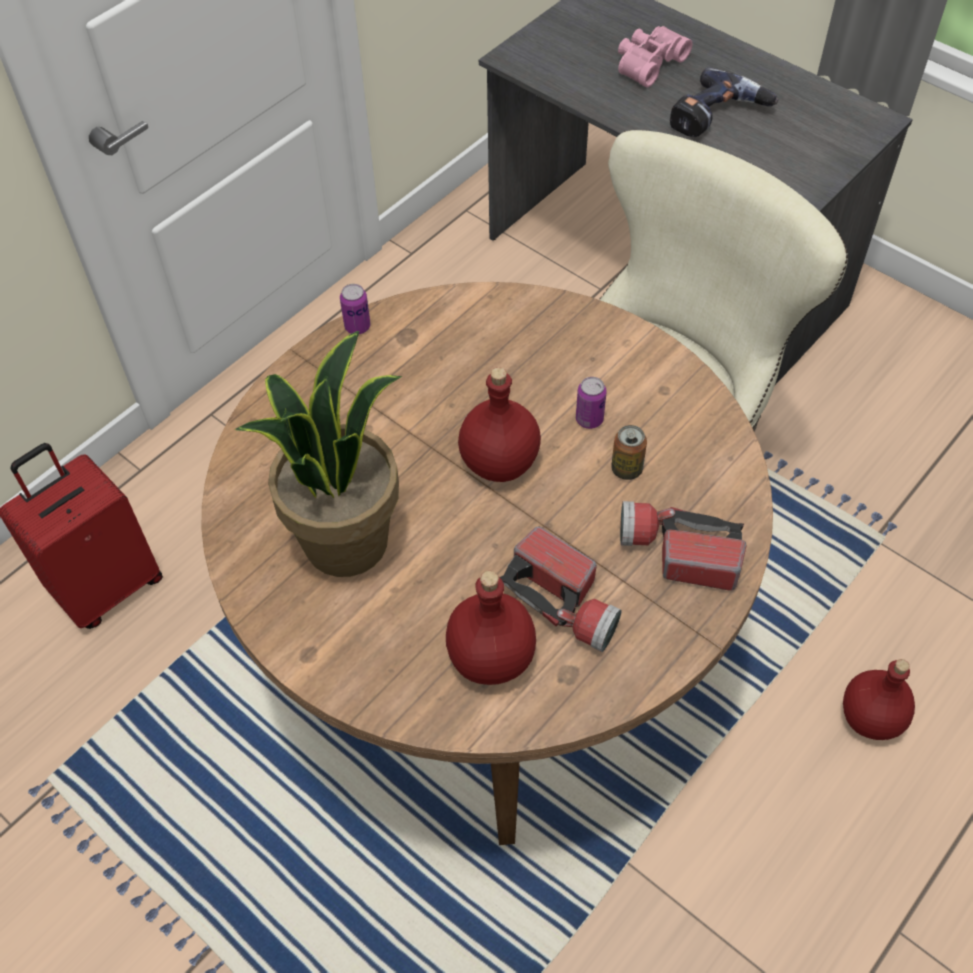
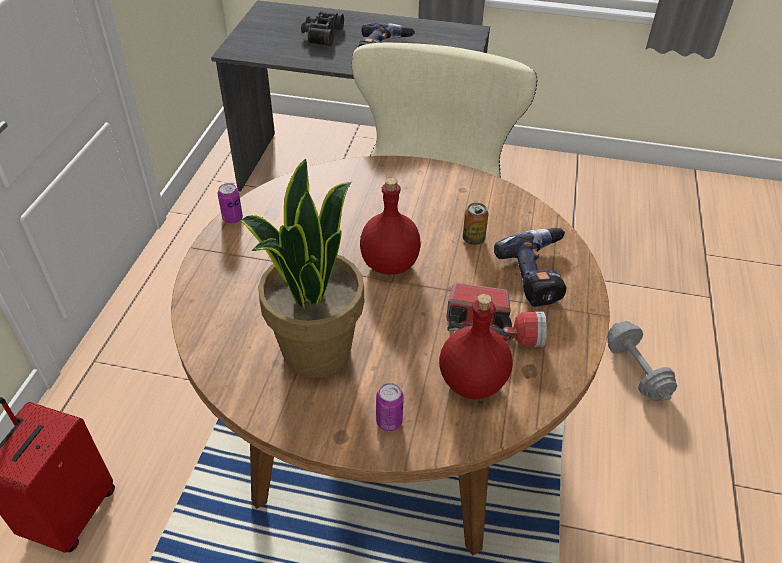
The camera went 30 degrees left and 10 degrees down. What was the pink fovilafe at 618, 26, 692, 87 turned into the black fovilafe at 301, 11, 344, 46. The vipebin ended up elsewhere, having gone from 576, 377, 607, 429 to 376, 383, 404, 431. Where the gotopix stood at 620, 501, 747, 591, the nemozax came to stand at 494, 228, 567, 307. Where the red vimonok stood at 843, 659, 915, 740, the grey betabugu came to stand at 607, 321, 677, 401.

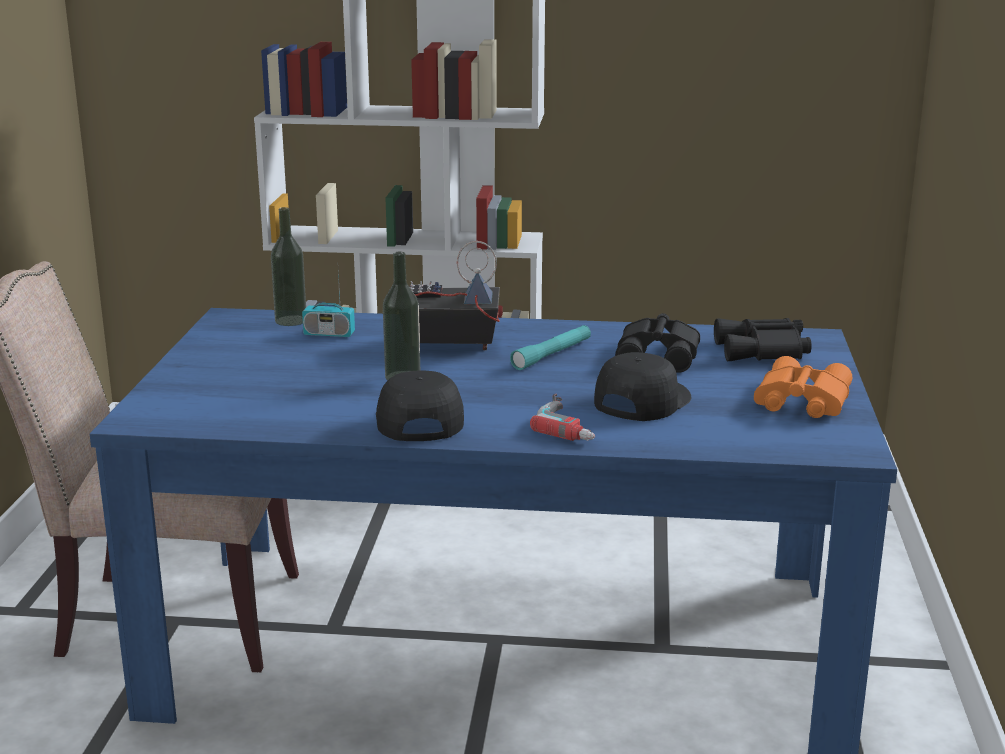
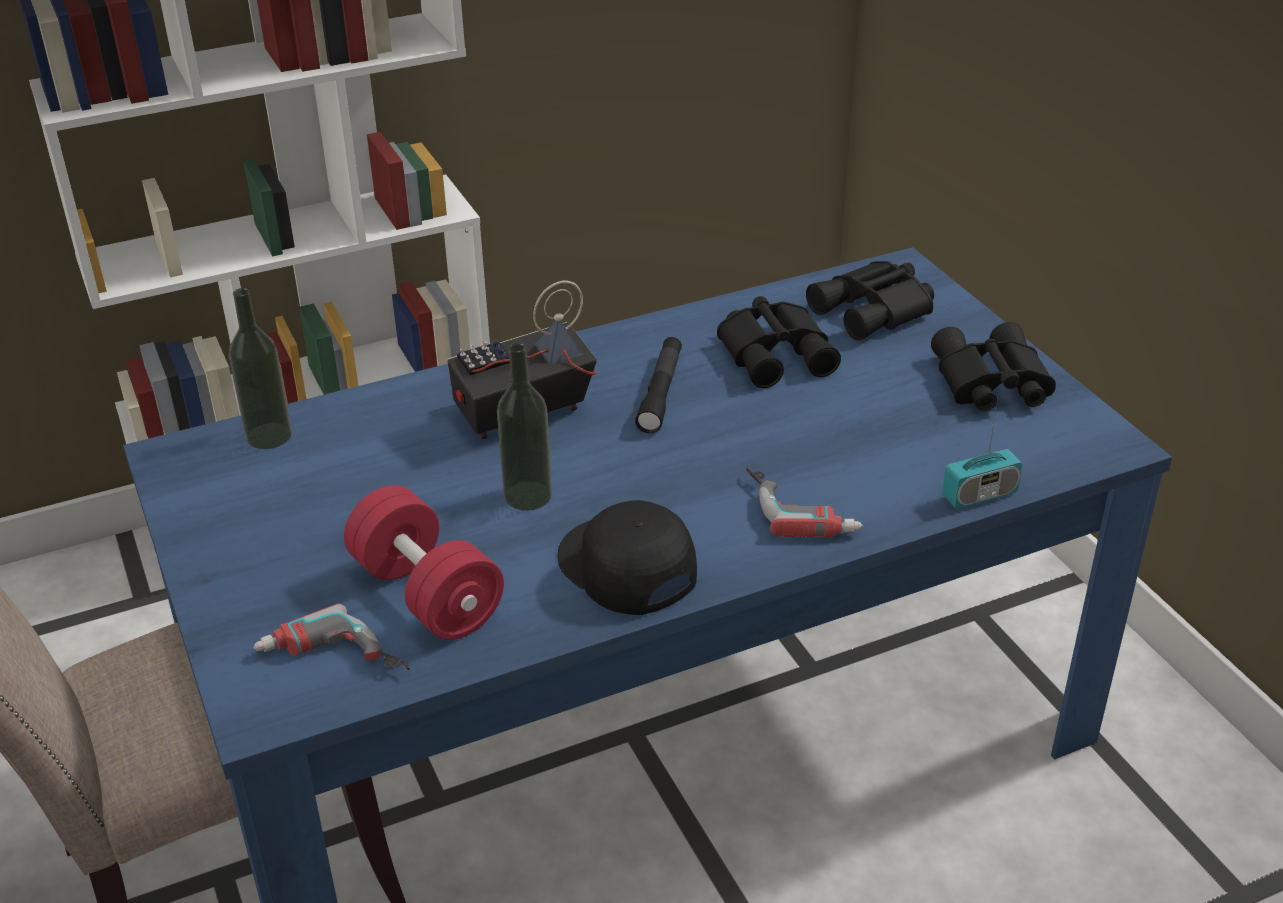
The camera went 30 degrees left and 15 degrees up. The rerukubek ended up elsewhere, having gone from 302, 272, 355, 337 to 942, 398, 1022, 509. What was the turquoise gotopix at 510, 325, 591, 370 turned into the black gotopix at 635, 337, 682, 433. The second view lost the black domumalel at 594, 352, 691, 421. What was the orange fovilafe at 754, 356, 852, 418 turned into the black fovilafe at 931, 322, 1056, 411. The second view gained the red betabugu at 344, 485, 504, 640. The second view gained the nemozax at 253, 603, 410, 670.

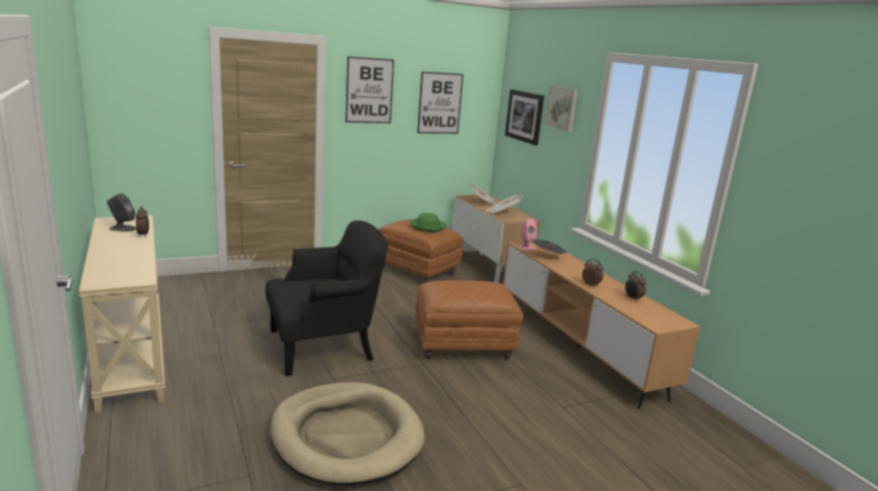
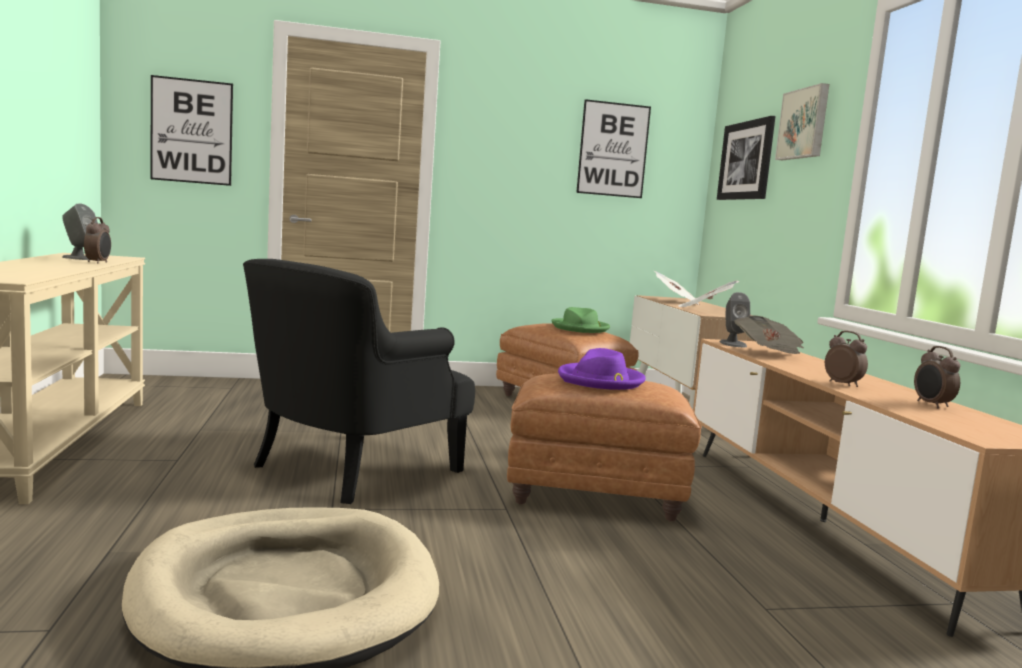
The camera went 15 degrees right and 10 degrees down. The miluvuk ended up elsewhere, having gone from 346, 57, 394, 123 to 150, 75, 233, 186. What was the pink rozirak at 519, 219, 537, 250 turned into the grey rozirak at 720, 292, 750, 347. The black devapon at 265, 220, 388, 376 ended up facing another way, 135 degrees clockwise from before. The second view gained the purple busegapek at 558, 348, 646, 390.

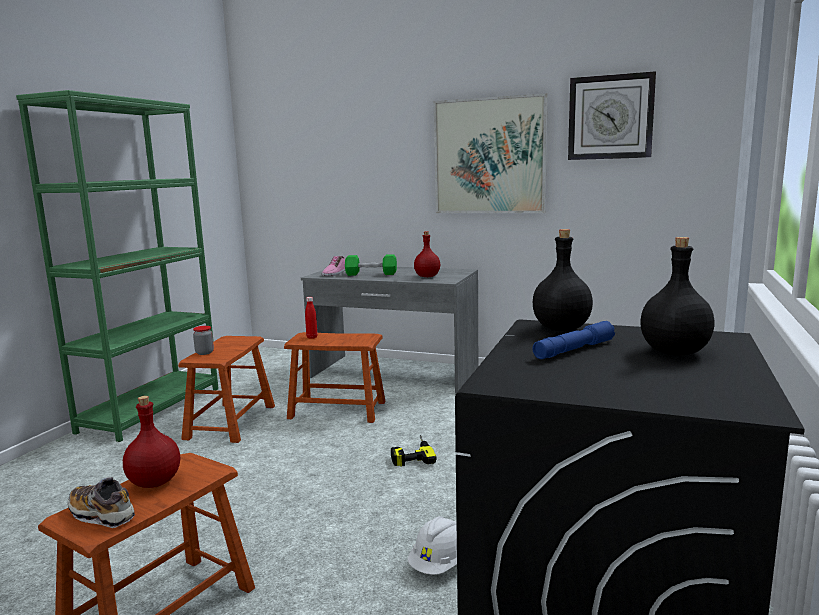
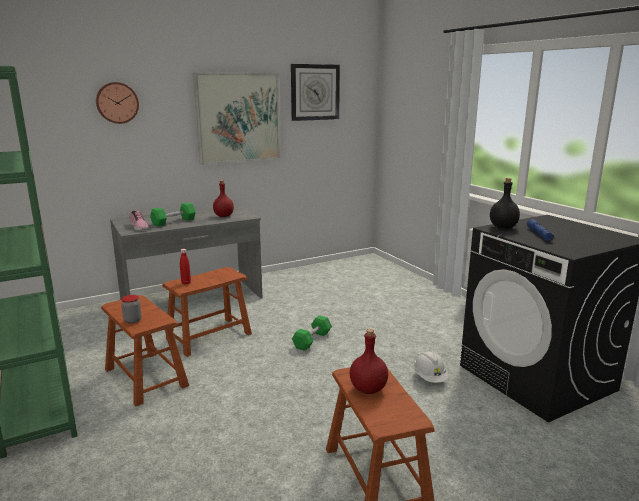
The camera went 50 degrees left and 5 degrees up. The second view lost the black vimonok at 640, 237, 715, 356. Where the nemozax stood at 391, 435, 437, 467, the green betabugu came to stand at 292, 315, 332, 351. The second view lost the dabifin at 68, 477, 135, 528. The second view gained the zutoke at 96, 82, 139, 124.

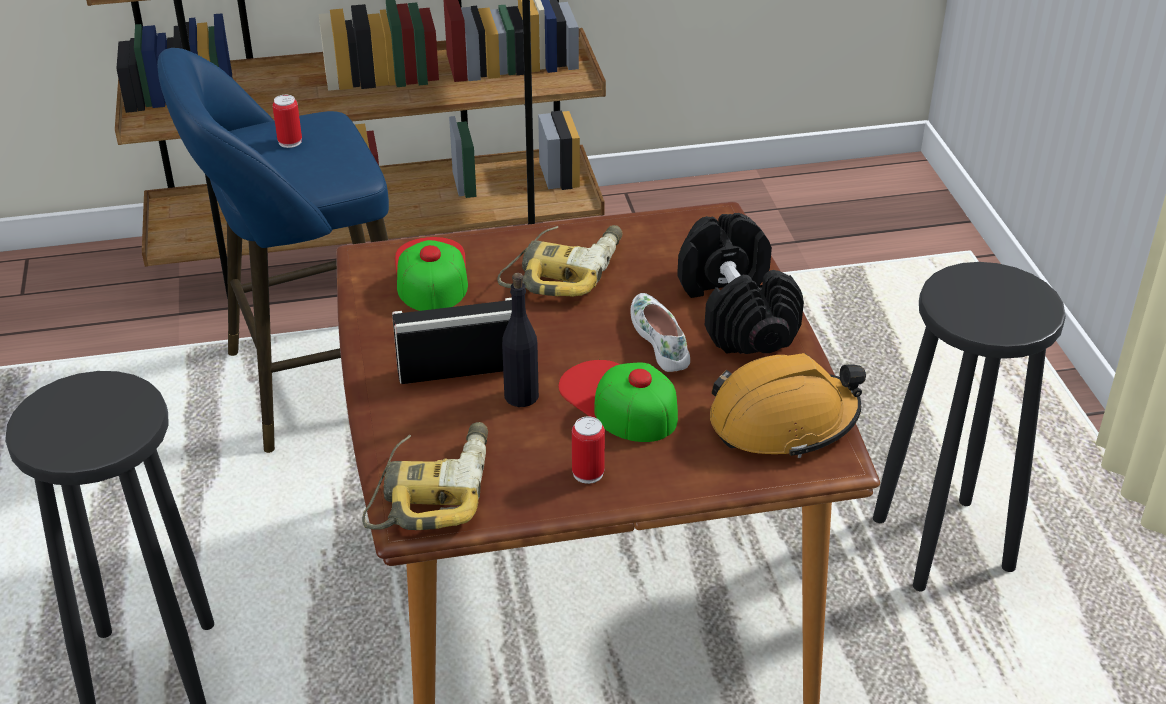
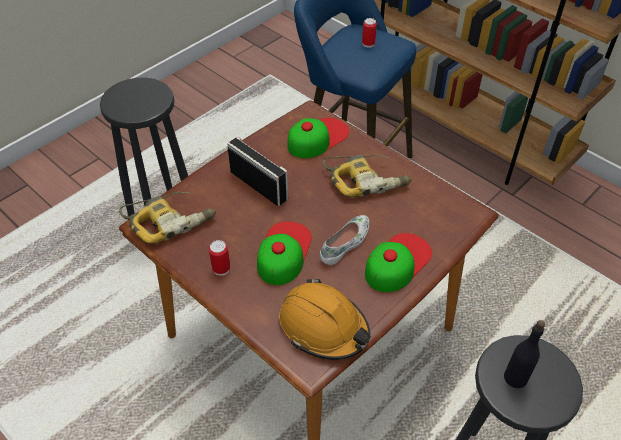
The camera went 55 degrees right and 10 degrees up. Where the black betabugu stood at 677, 213, 804, 354, the domumalel came to stand at 365, 233, 432, 292. The black vimonok ended up elsewhere, having gone from 502, 273, 539, 407 to 504, 320, 545, 388.

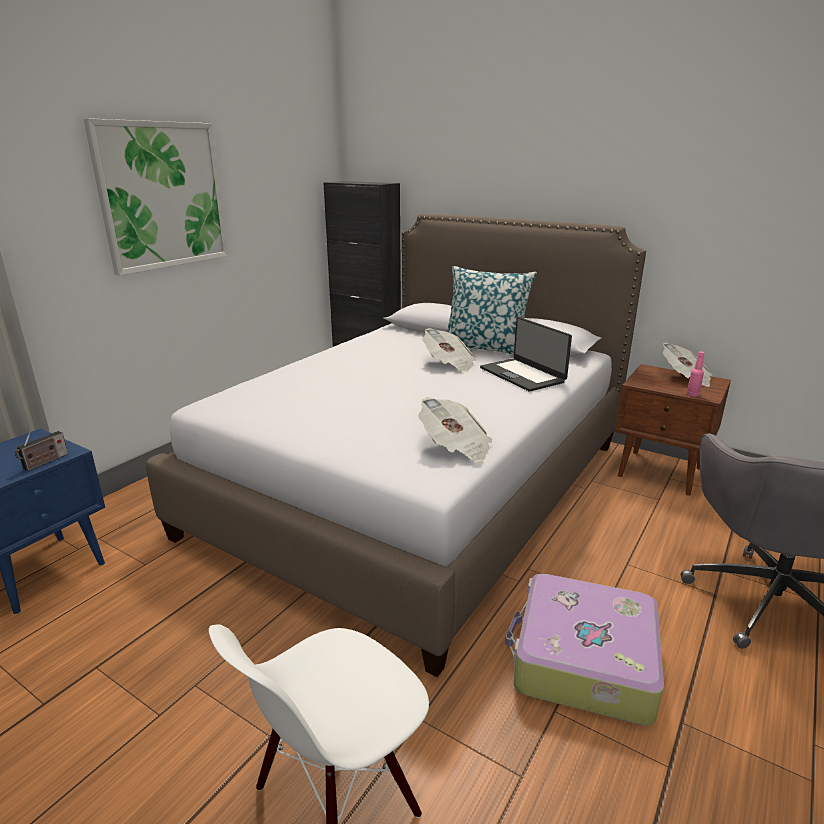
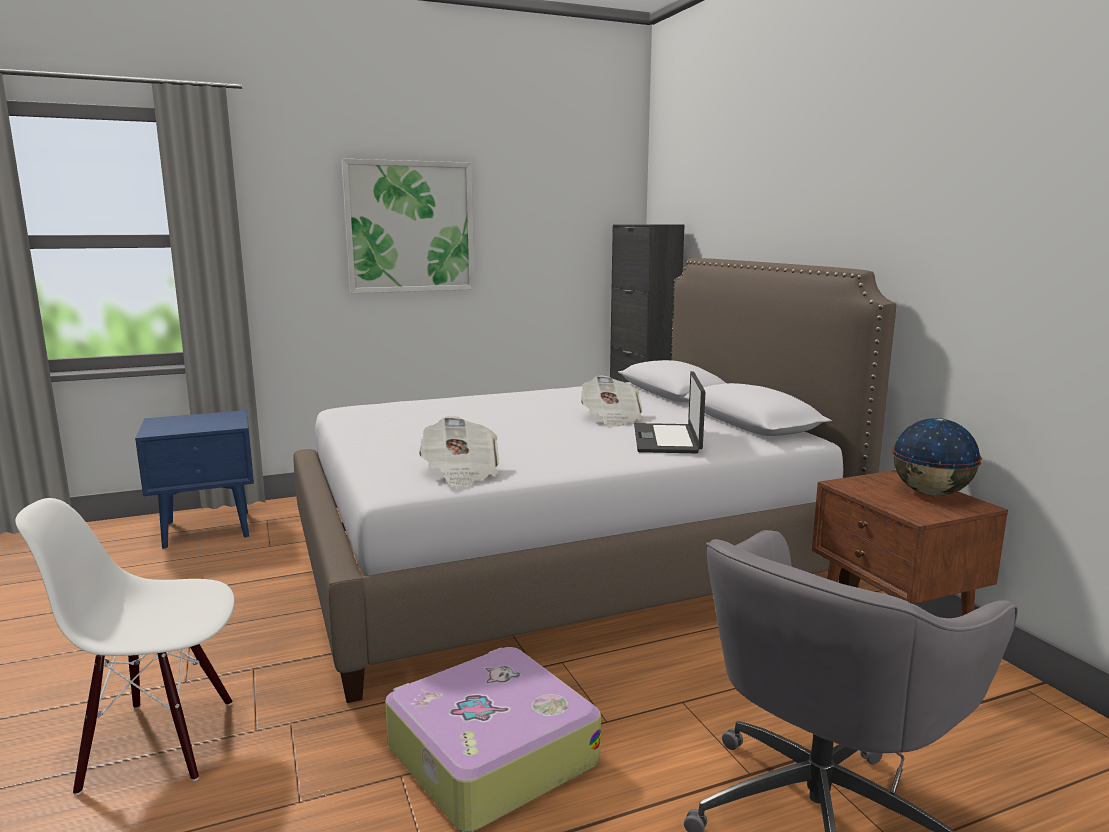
The camera went 35 degrees right and 10 degrees down. The second view lost the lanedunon at 447, 266, 537, 355. Where the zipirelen stood at 663, 343, 712, 387, the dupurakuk came to stand at 892, 418, 982, 496. The second view lost the pink vimonok at 687, 351, 705, 397. The second view lost the rerukubek at 14, 429, 68, 471.

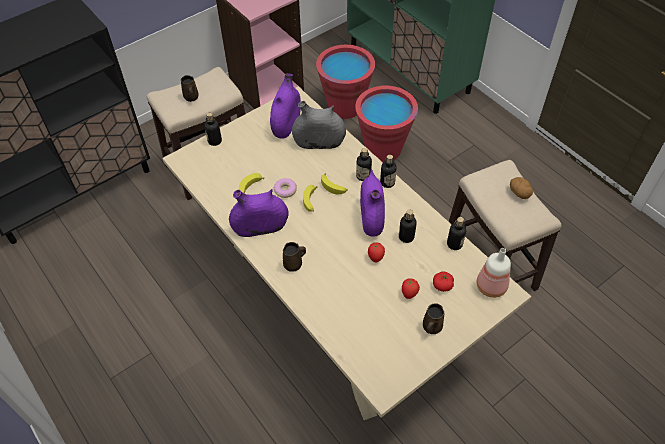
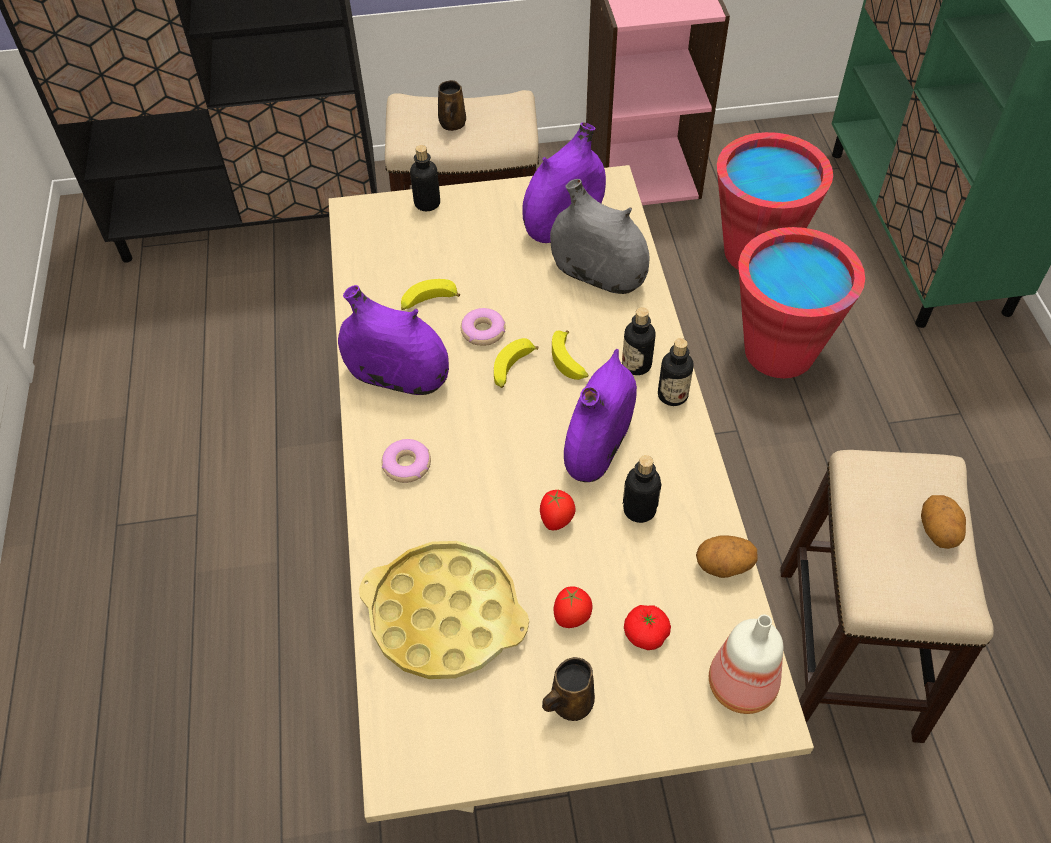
The camera went 30 degrees right and 0 degrees up. Where the vimonok stood at 447, 217, 466, 250, the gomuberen came to stand at 696, 535, 757, 578. Where the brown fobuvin stood at 283, 242, 306, 272, the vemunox came to stand at 382, 439, 431, 483. The second view gained the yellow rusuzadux at 359, 541, 529, 679.

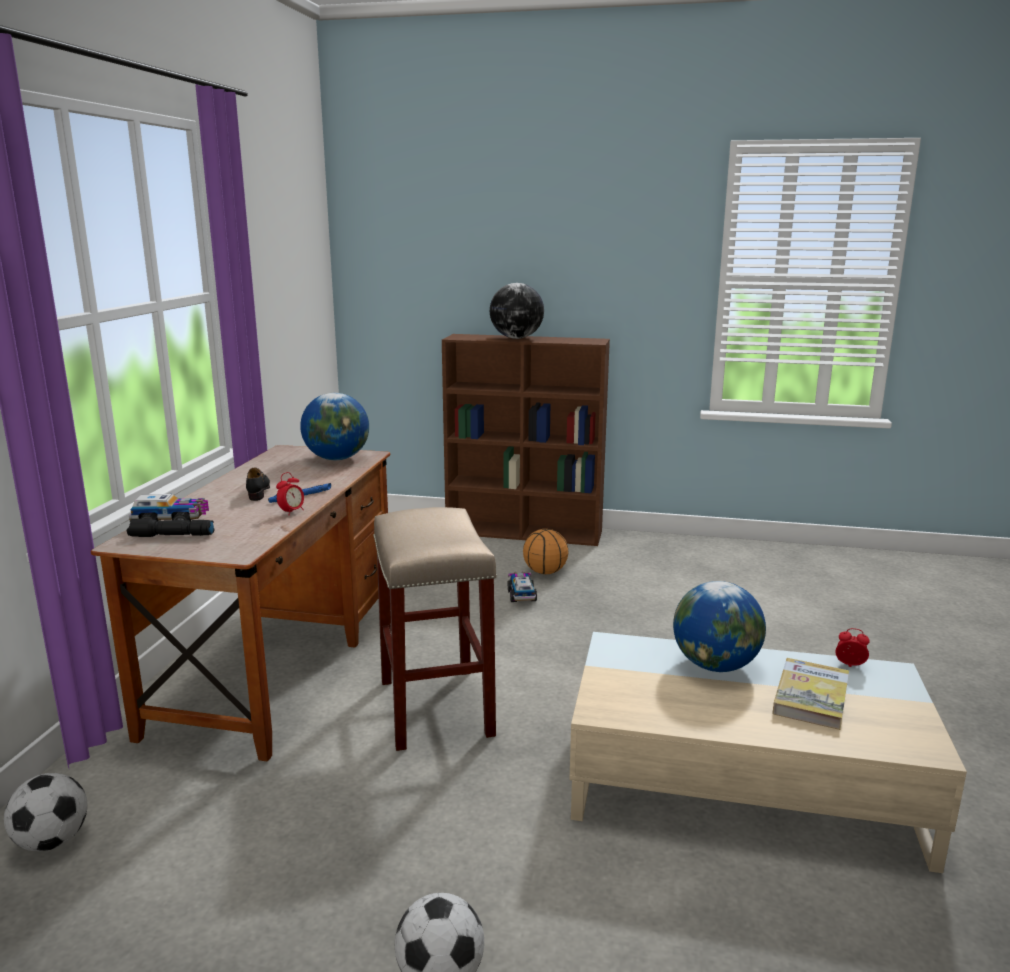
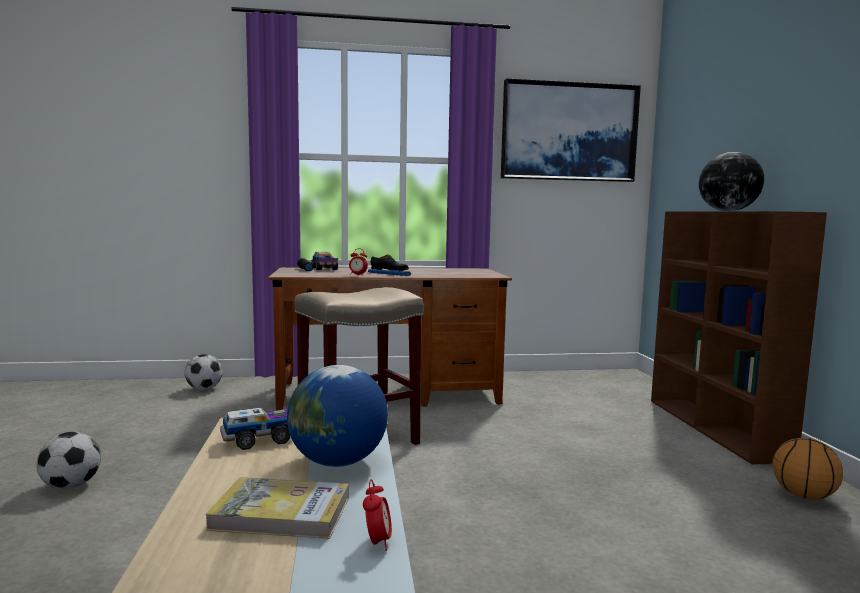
The camera went 70 degrees right and 10 degrees down. The second view lost the dupurakuk at 300, 393, 369, 460. The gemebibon ended up elsewhere, having gone from 523, 529, 569, 574 to 772, 438, 843, 500. The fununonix ended up elsewhere, having gone from 508, 572, 537, 602 to 220, 408, 290, 450. The second view gained the miluvuk at 501, 79, 641, 182.

